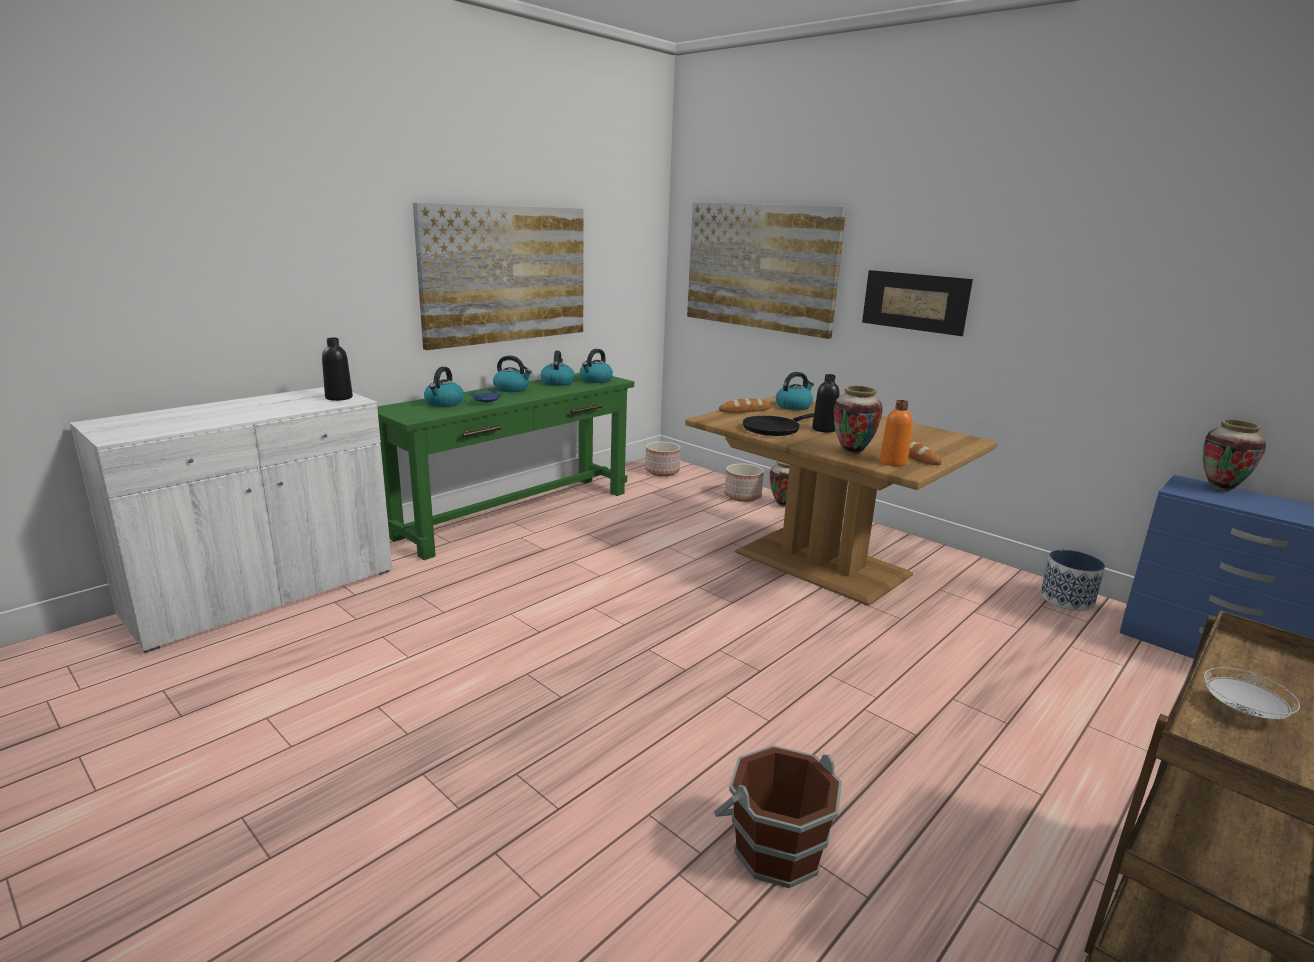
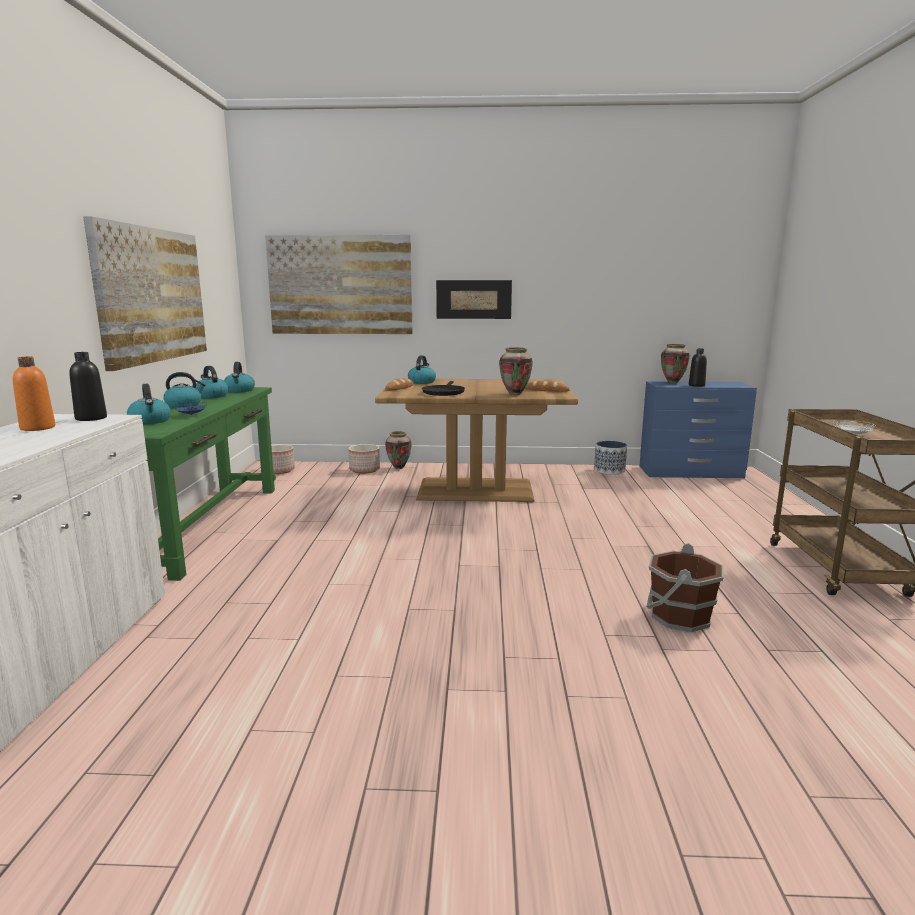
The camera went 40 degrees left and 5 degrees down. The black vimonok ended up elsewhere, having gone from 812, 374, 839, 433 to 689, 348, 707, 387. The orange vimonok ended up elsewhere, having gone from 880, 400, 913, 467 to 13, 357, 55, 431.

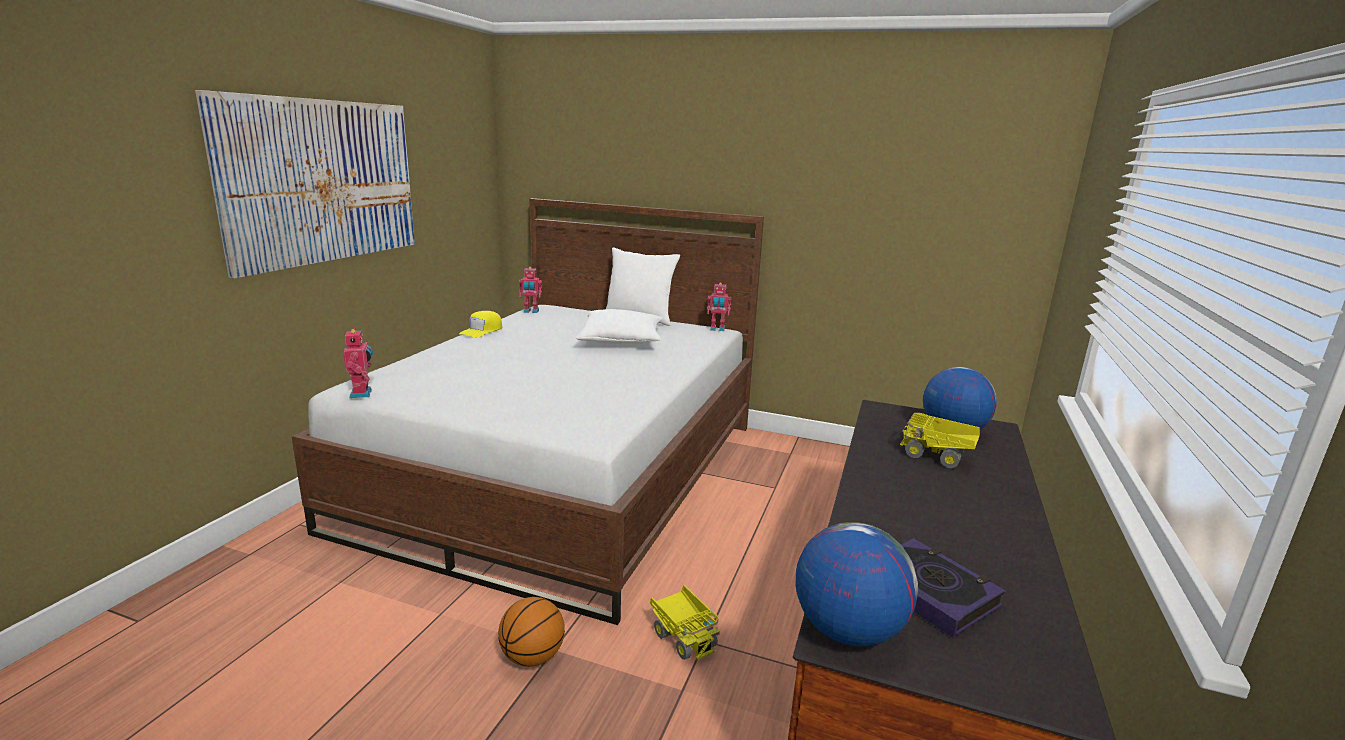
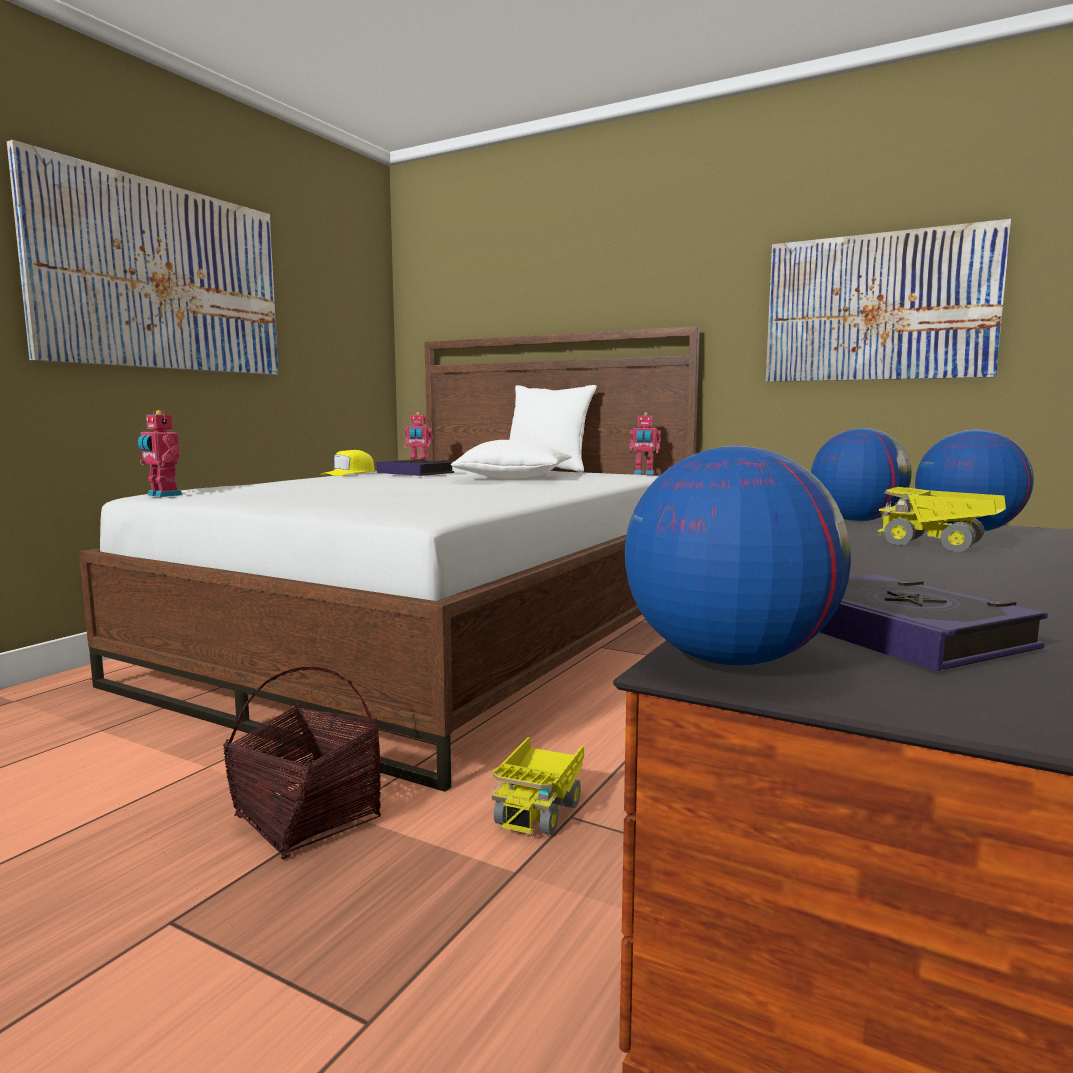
The camera went 10 degrees right and 10 degrees down. The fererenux at 343, 328, 373, 398 ended up facing another way, 135 degrees clockwise from before. The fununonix at 650, 585, 720, 661 ended up facing another way, 45 degrees clockwise from before. Where the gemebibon stood at 498, 597, 565, 667, the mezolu came to stand at 223, 667, 381, 860. The second view gained the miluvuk at 766, 219, 1011, 382. The second view gained the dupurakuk at 811, 428, 912, 522. The second view gained the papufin at 377, 459, 454, 476.

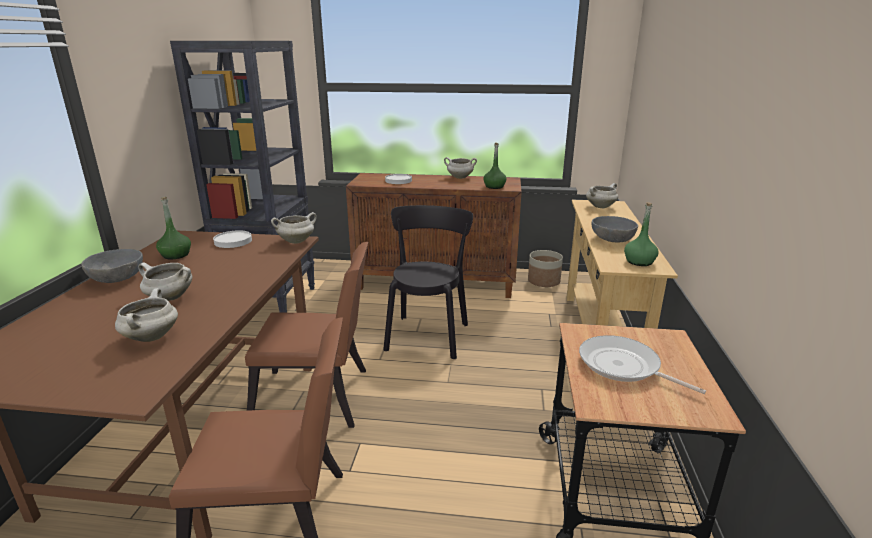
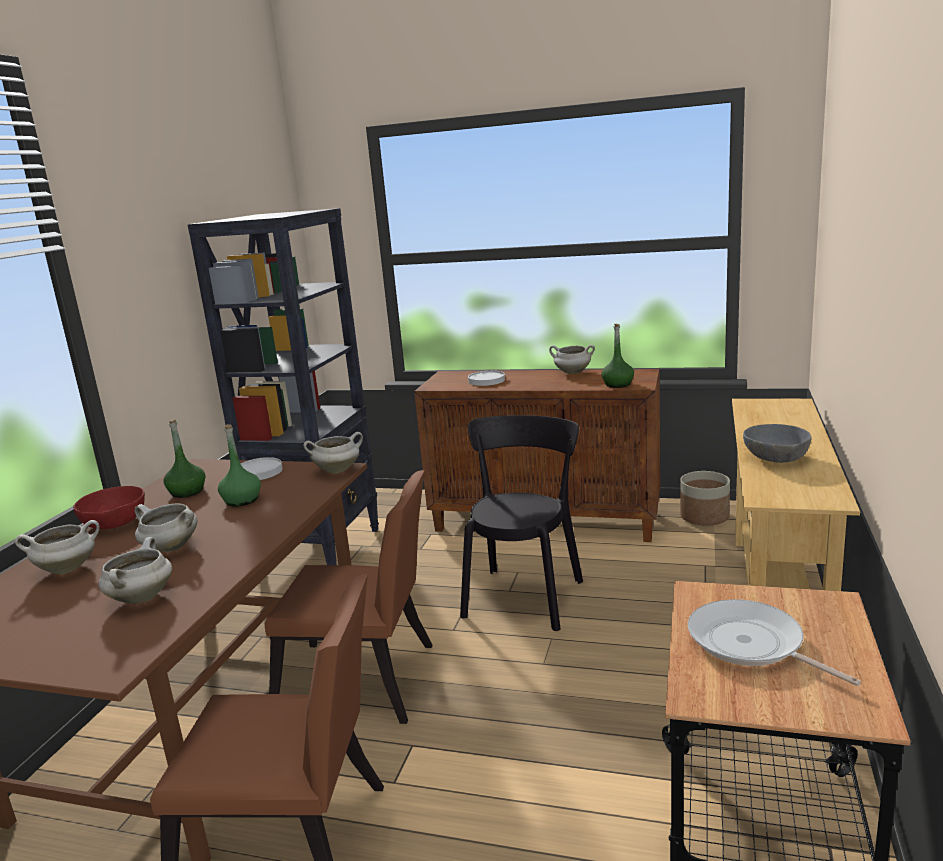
The camera went 10 degrees right and 5 degrees down. The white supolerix ended up elsewhere, having gone from 586, 183, 618, 208 to 15, 520, 99, 574. The green vimonok ended up elsewhere, having gone from 624, 202, 659, 266 to 218, 424, 261, 507. What was the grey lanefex at 81, 249, 143, 283 turned into the red lanefex at 73, 486, 145, 529.

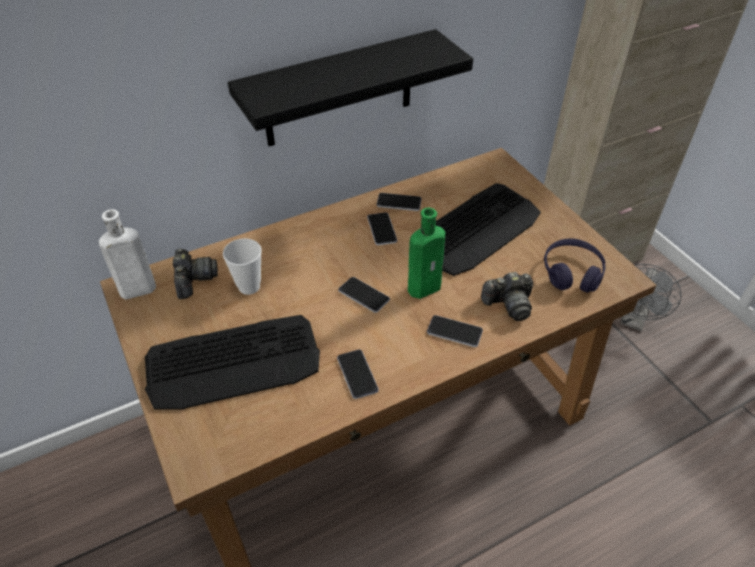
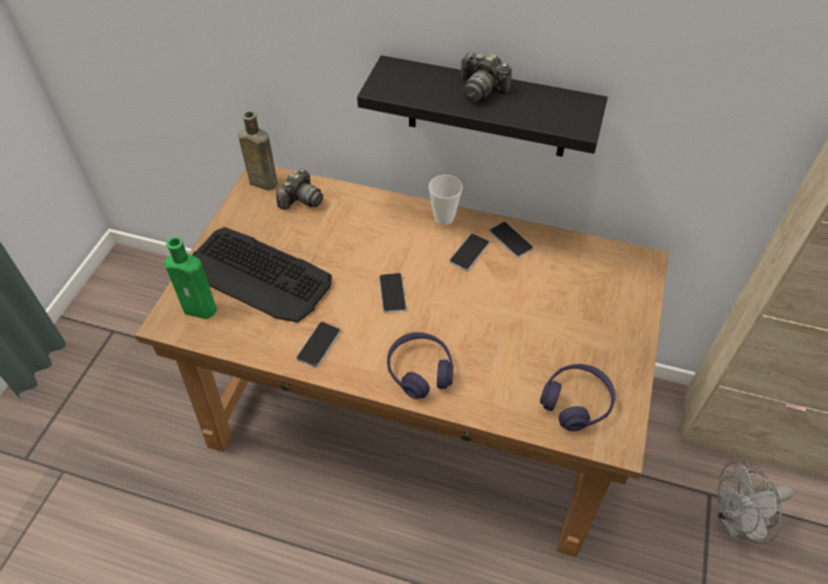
The camera went 45 degrees right and 5 degrees up. The second view lost the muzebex at 435, 183, 541, 276. The green vimonok ended up elsewhere, having gone from 408, 208, 445, 299 to 164, 237, 217, 319. What was the white vimonok at 99, 209, 156, 300 turned into the brown vimonok at 238, 111, 278, 190. The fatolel ended up elsewhere, having gone from 223, 238, 262, 295 to 428, 175, 463, 225. The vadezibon ended up elsewhere, having gone from 481, 272, 533, 321 to 461, 52, 512, 102. Where the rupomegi stood at 427, 315, 483, 347, the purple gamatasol came to stand at 387, 332, 453, 399.

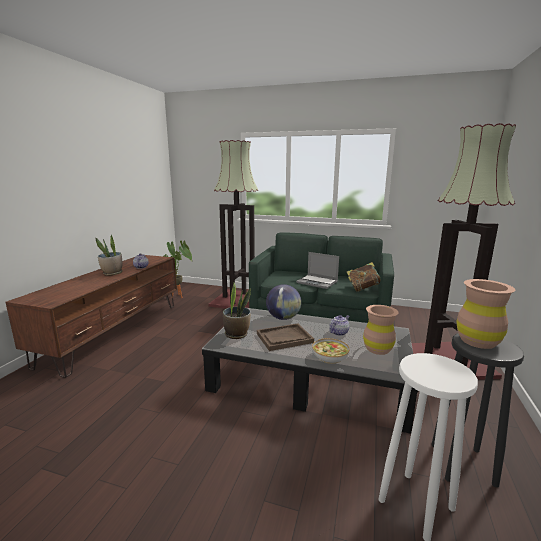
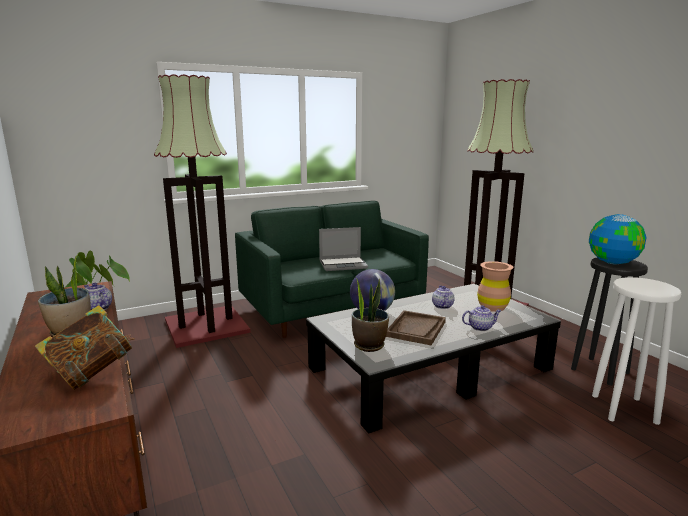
The camera went 45 degrees left and 0 degrees up. The papufin ended up elsewhere, having gone from 347, 262, 381, 292 to 35, 305, 135, 390. Where the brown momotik stood at 456, 279, 516, 349, the dupurakuk came to stand at 589, 214, 647, 264. Where the lanefex stood at 312, 338, 350, 364, the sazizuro came to stand at 462, 305, 501, 331.

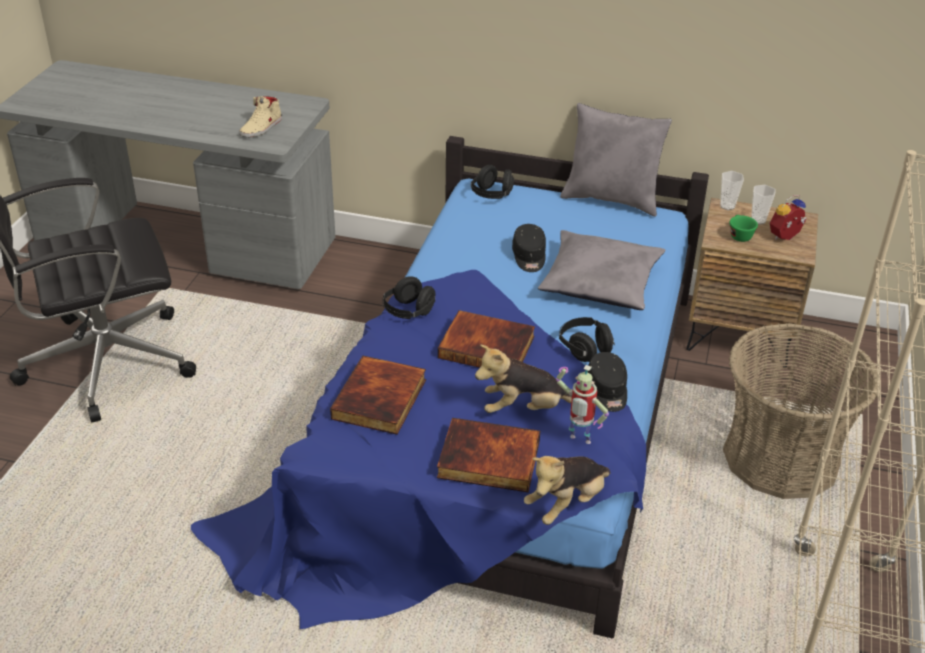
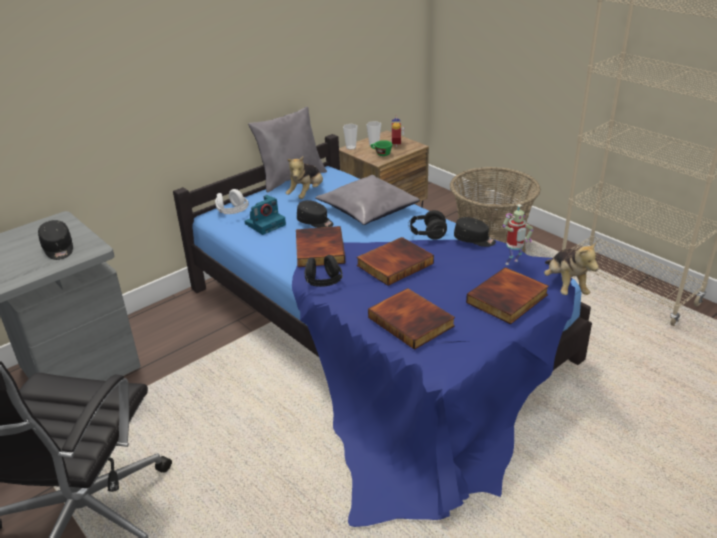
The camera went 55 degrees left and 5 degrees down. Where the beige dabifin stood at 240, 96, 282, 137, the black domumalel came to stand at 38, 220, 73, 260. What was the black gamatasol at 471, 165, 514, 199 turned into the white gamatasol at 215, 189, 249, 214. The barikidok ended up elsewhere, having gone from 475, 345, 572, 413 to 286, 156, 323, 199. The second view gained the vadezibon at 245, 195, 286, 235. The second view gained the papufin at 296, 226, 345, 267.

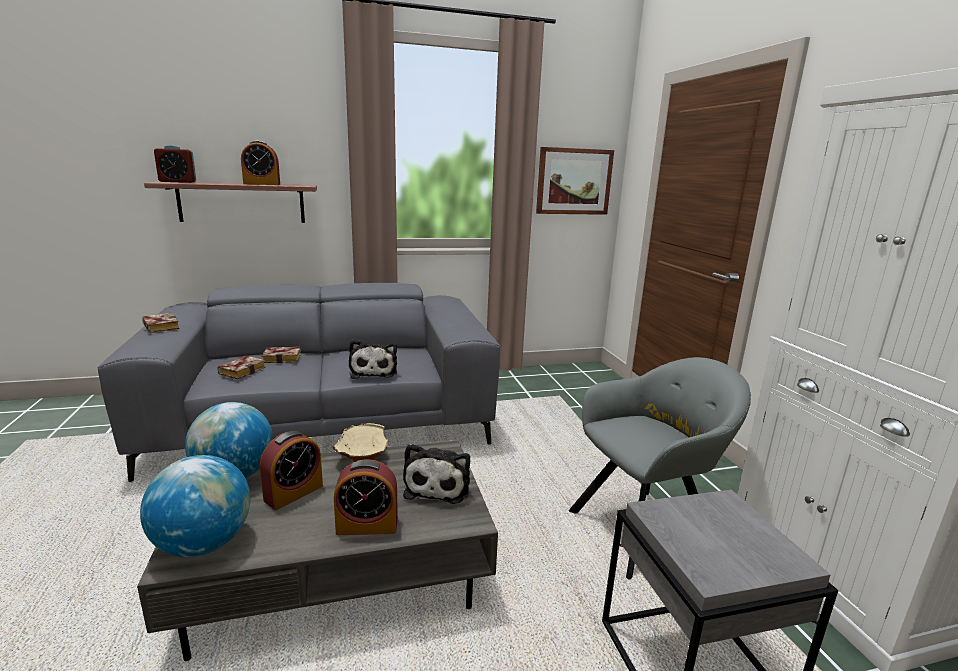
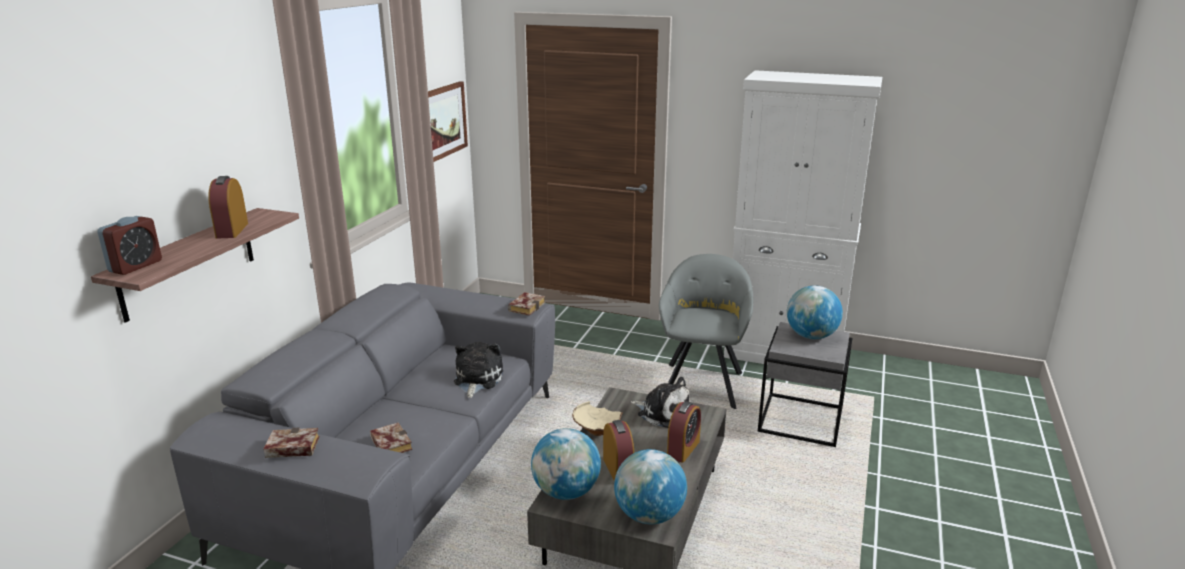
The camera went 55 degrees left and 5 degrees up. The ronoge at 241, 141, 280, 185 ended up facing another way, 150 degrees clockwise from before. The barikidok at 349, 339, 397, 379 ended up facing another way, 105 degrees counterclockwise from before. The papufin ended up elsewhere, having gone from 262, 347, 301, 364 to 508, 292, 545, 316. The second view gained the dupurakuk at 787, 285, 843, 339.

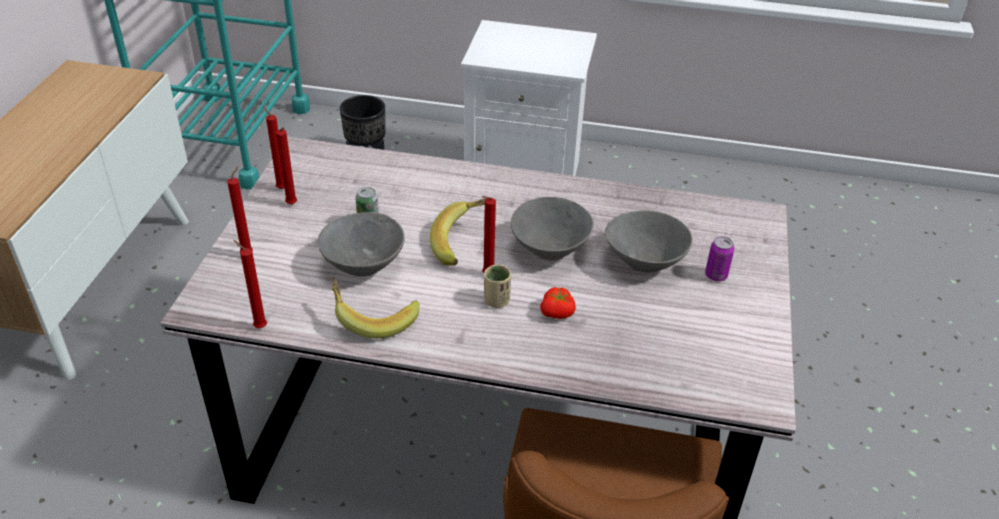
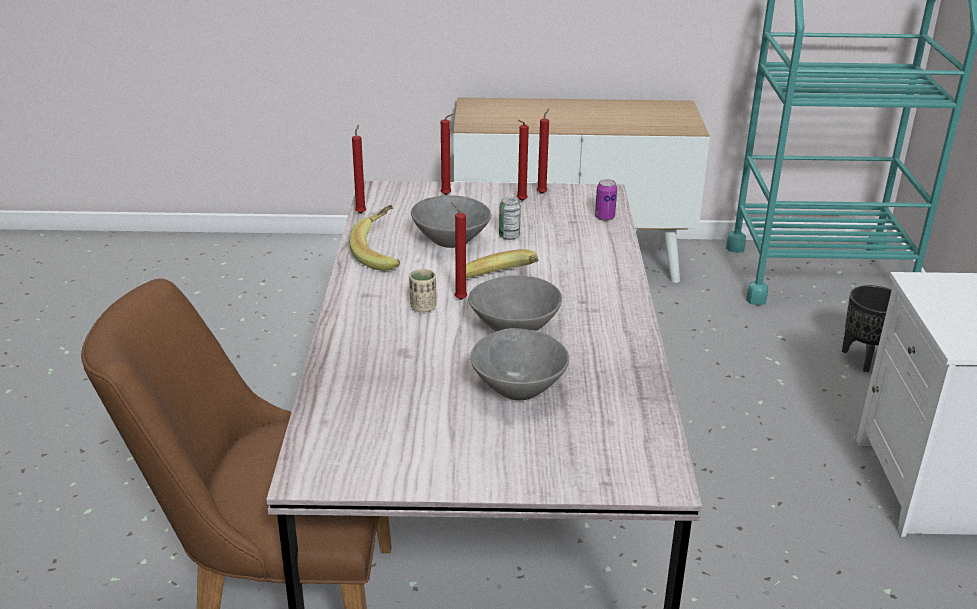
The camera went 80 degrees right and 10 degrees down. The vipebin ended up elsewhere, having gone from 705, 237, 734, 281 to 595, 179, 617, 221. The second view lost the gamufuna at 540, 287, 576, 319.

